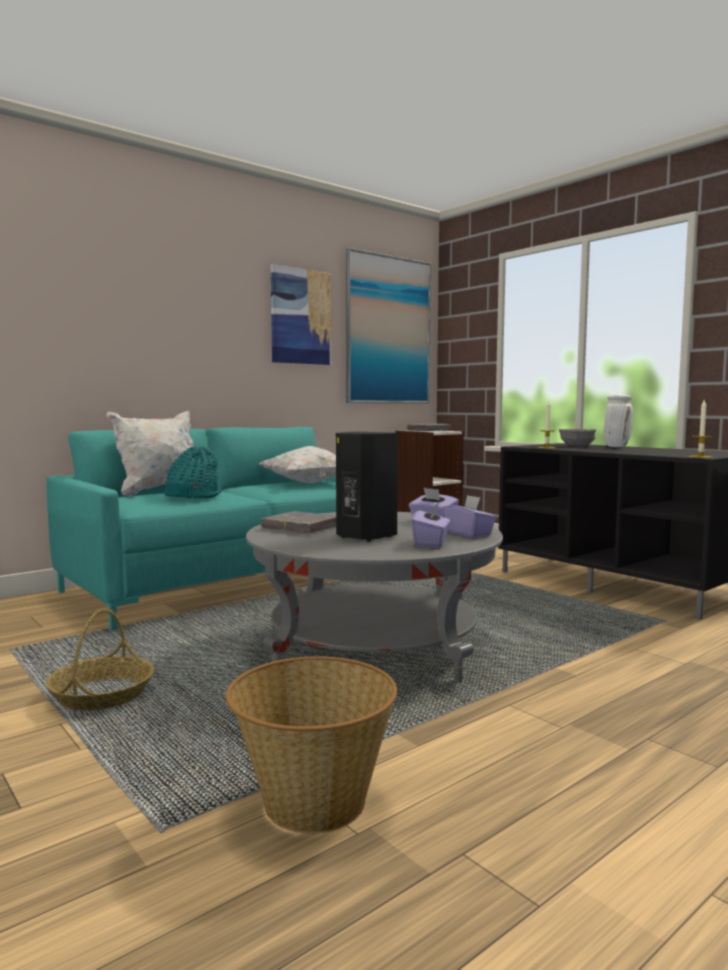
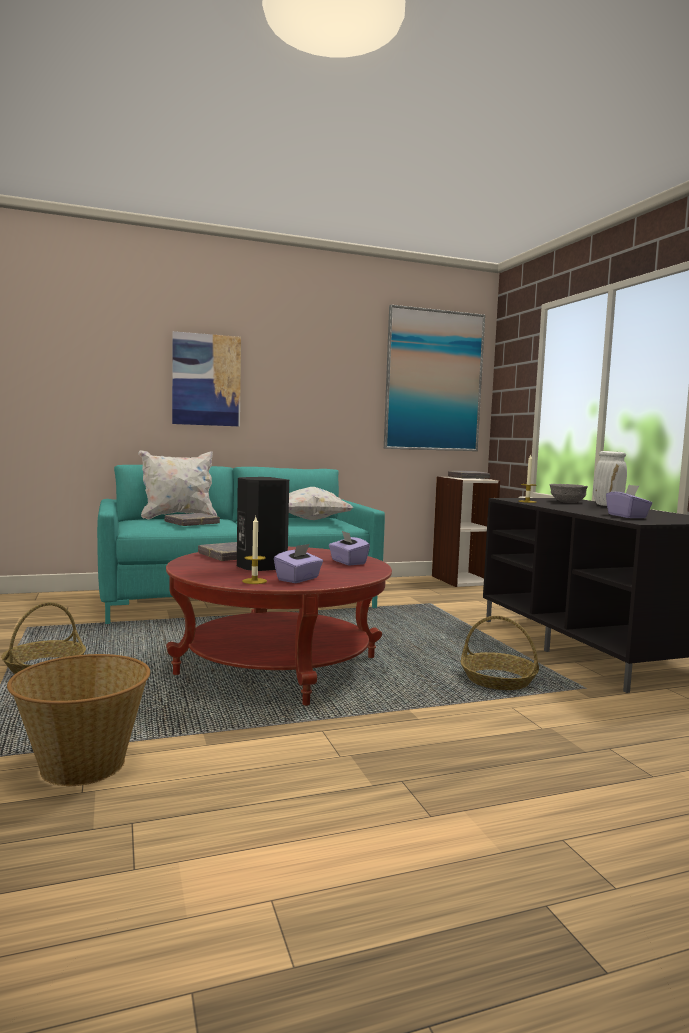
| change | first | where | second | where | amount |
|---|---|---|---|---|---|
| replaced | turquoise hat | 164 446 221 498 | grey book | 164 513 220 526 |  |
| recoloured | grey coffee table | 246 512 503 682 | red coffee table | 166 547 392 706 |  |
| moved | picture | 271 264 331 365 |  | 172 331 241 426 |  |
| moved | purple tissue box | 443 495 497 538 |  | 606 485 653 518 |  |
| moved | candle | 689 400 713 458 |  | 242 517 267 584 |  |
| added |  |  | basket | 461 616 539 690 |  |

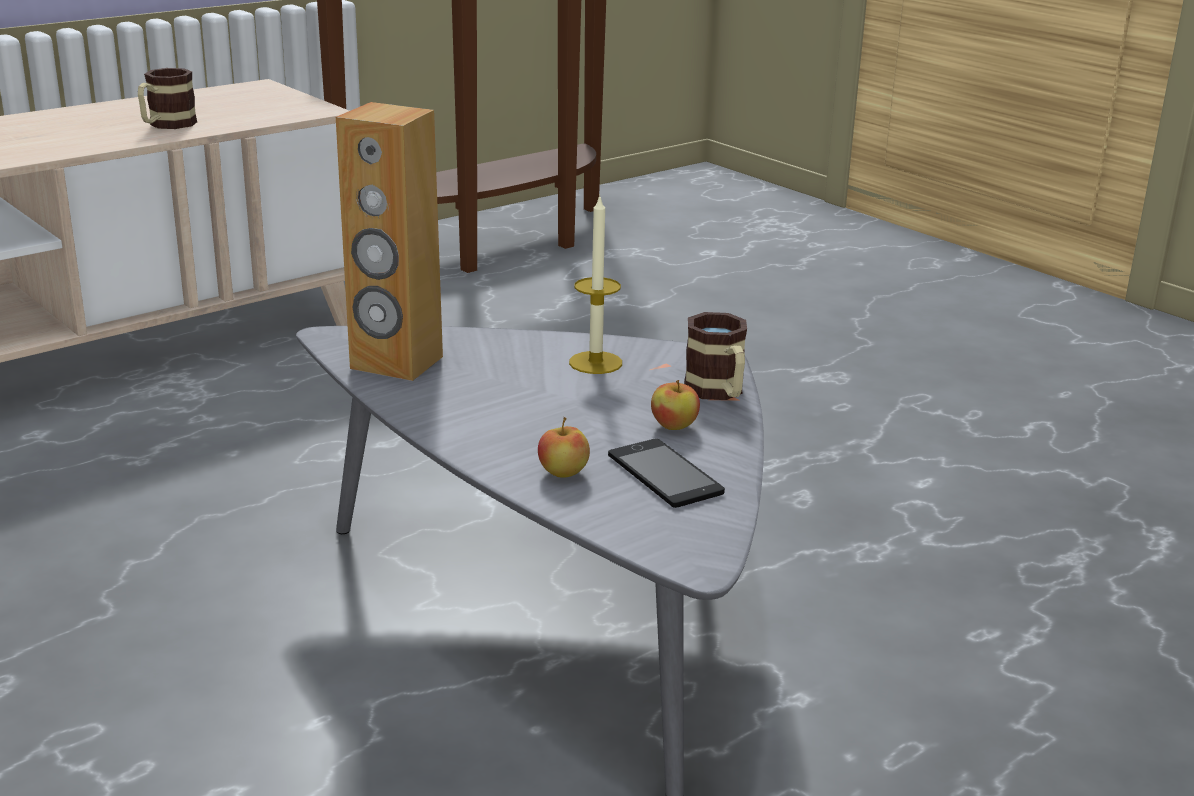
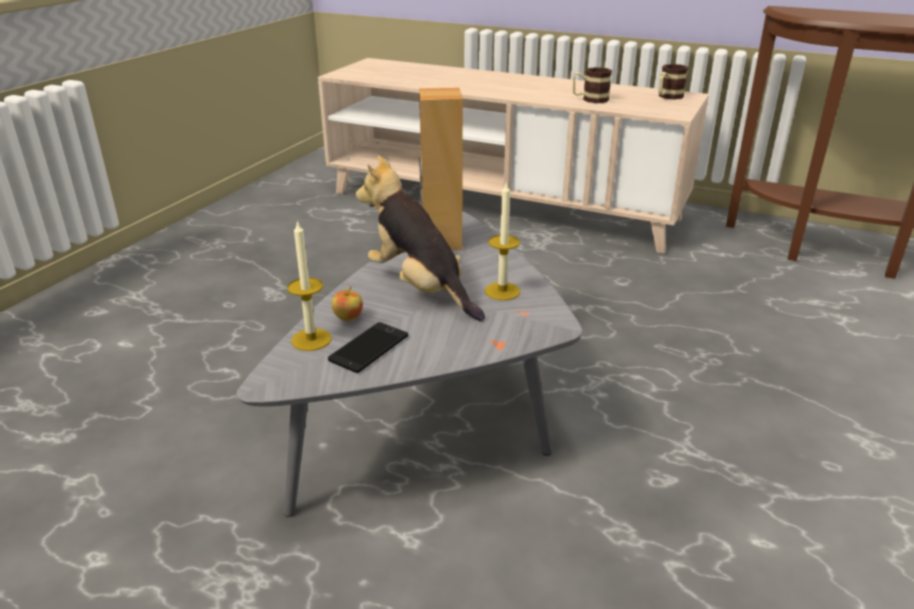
| change | first | where | second | where | amount |
|---|---|---|---|---|---|
| removed | apple | 651 380 700 430 |  |  |  |
| moved | mug | 684 312 747 400 |  | 659 64 688 100 |  |
| added |  |  | candle | 287 220 331 351 |  |
| added |  |  | plush toy | 356 155 485 321 |  |

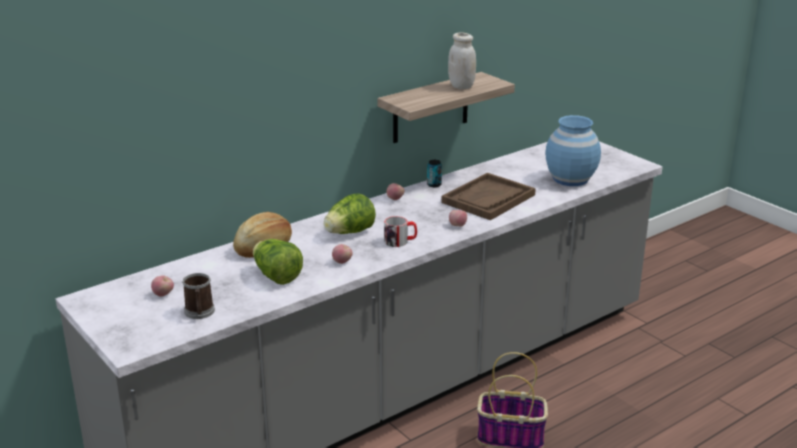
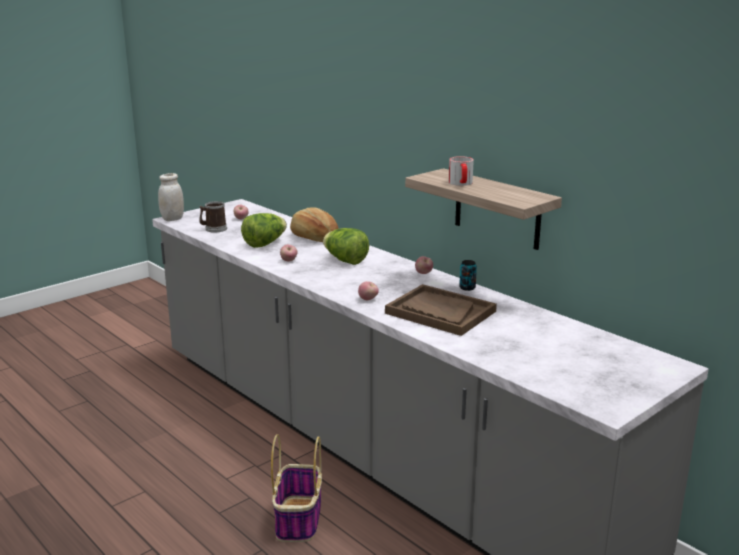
| change | first | where | second | where | amount |
|---|---|---|---|---|---|
| moved | mug | 384 216 417 247 |  | 449 156 474 186 |  |
| moved | white jar | 448 32 476 89 |  | 158 173 184 221 |  |
| removed | blue vase | 545 115 601 186 |  |  |  |

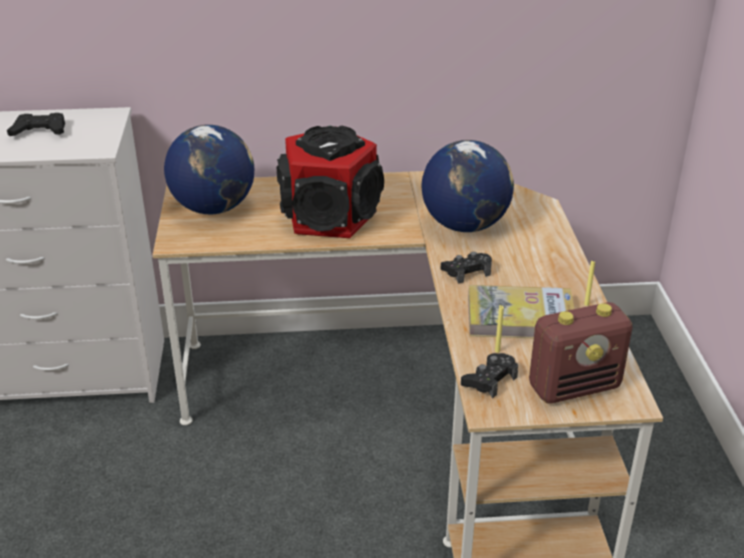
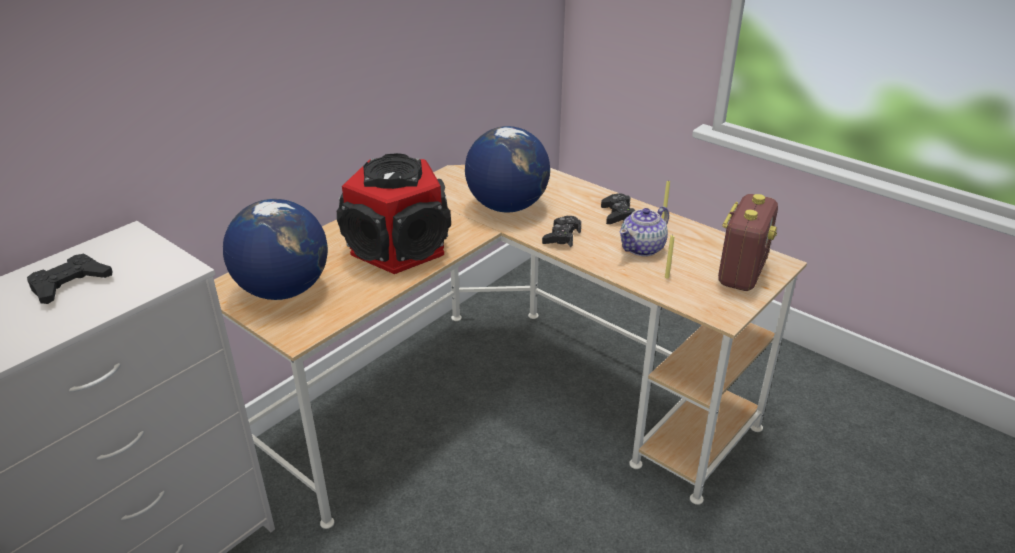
| change | first | where | second | where | amount |
|---|---|---|---|---|---|
| moved | black game controller | 461 353 518 398 |  | 601 193 635 224 |  |
| replaced | book | 468 285 574 338 | teapot | 620 206 669 256 |  |

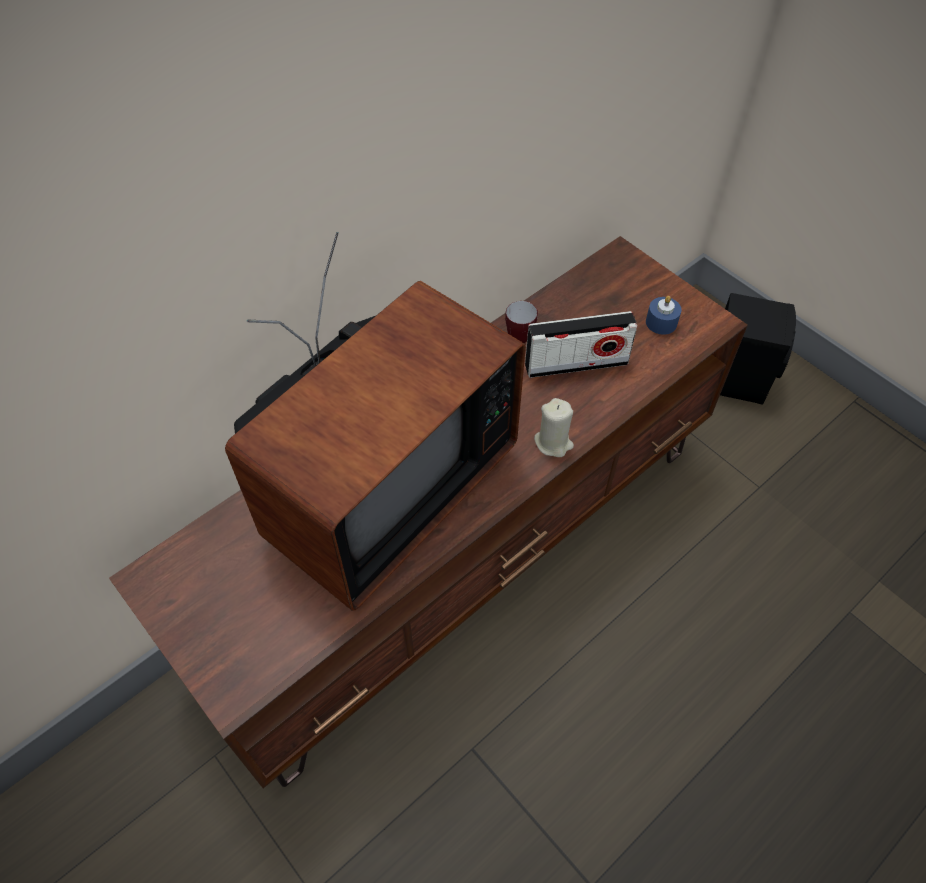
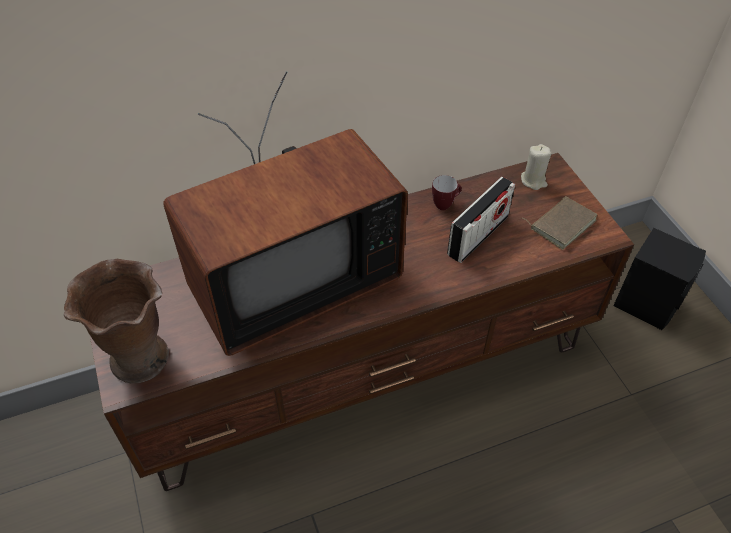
| change | first | where | second | where | amount |
|---|---|---|---|---|---|
| turned | radio | 525 311 637 378 |  | 447 177 515 263 | 60 degrees counterclockwise |
| moved | beige candle | 534 398 574 457 |  | 521 144 551 190 |  |
| replaced | blue candle | 646 296 682 335 | brown book | 522 196 597 250 |  |
| added |  |  | brown vase | 64 259 169 384 |  |

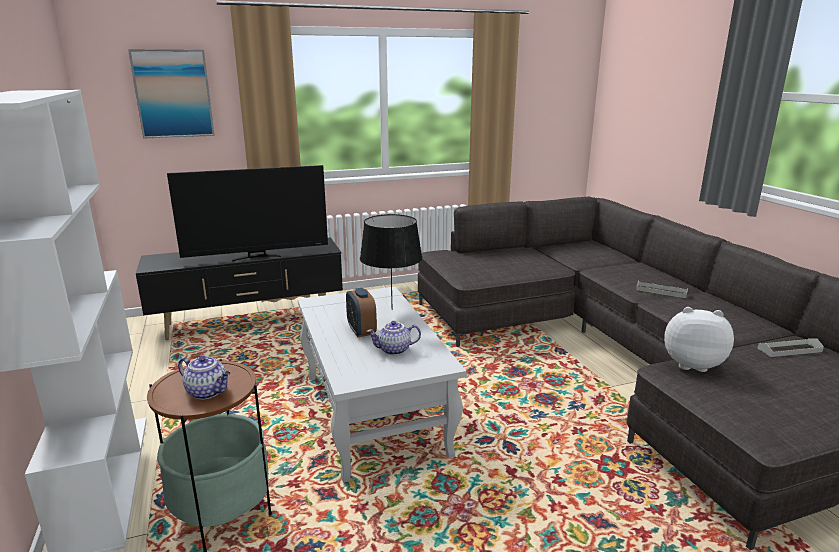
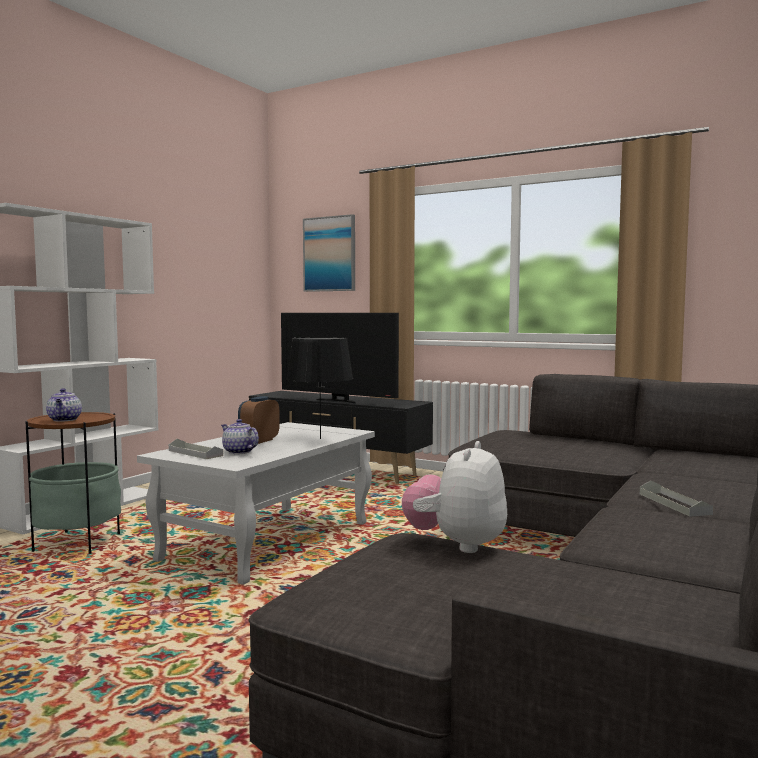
| change | first | where | second | where | amount |
|---|---|---|---|---|---|
| turned | plush toy | 664 307 734 372 |  | 402 441 507 553 | 135 degrees counterclockwise |
| moved | grey tray | 757 338 824 357 |  | 169 439 223 459 |  |

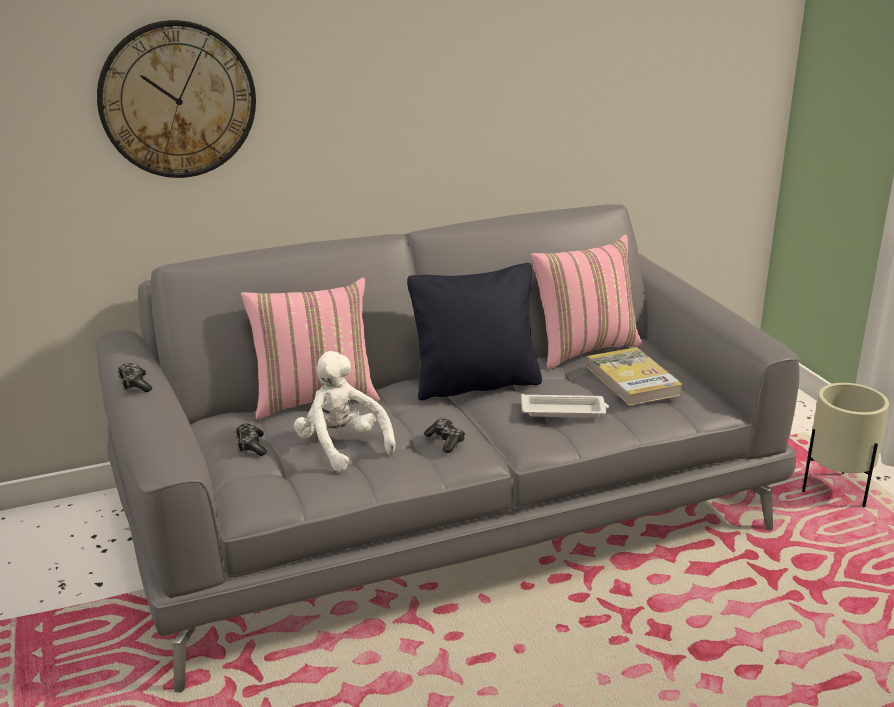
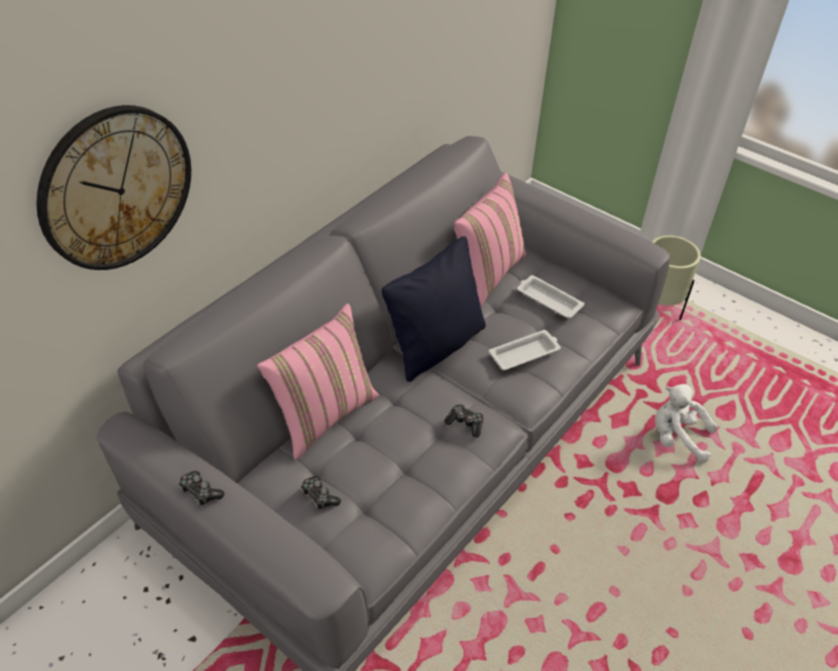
| change | first | where | second | where | amount |
|---|---|---|---|---|---|
| moved | white plush toy | 294 351 396 472 |  | 655 384 718 463 |  |
| replaced | book | 586 347 683 406 | white tray | 517 275 585 319 |  |

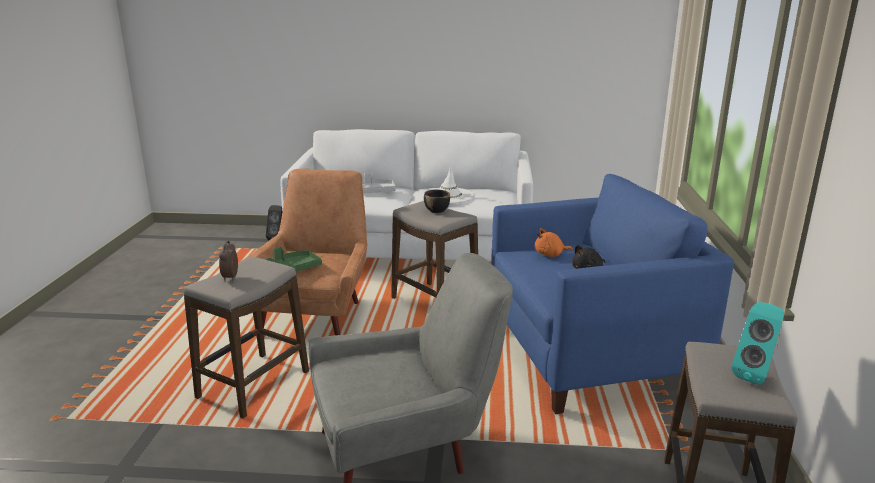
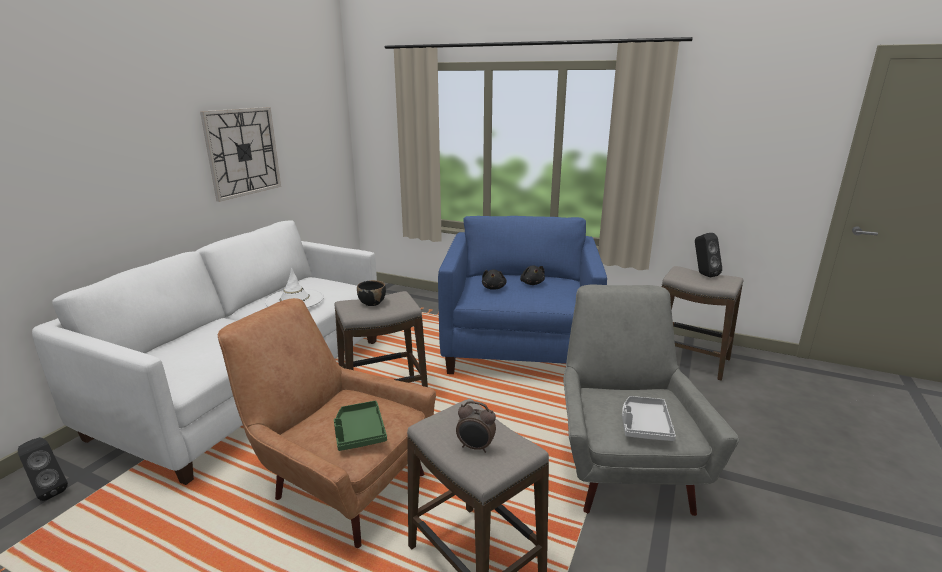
| change | first | where | second | where | amount |
|---|---|---|---|---|---|
| moved | grey tray | 362 173 396 193 |  | 622 396 676 441 |  |
| recoloured | orange plush toy | 535 228 573 257 | black plush toy | 482 270 507 290 |  |
| recoloured | turquoise speaker | 732 302 784 385 | black speaker | 695 233 722 278 |  |
| added |  |  | wall clock | 200 107 281 202 |  |

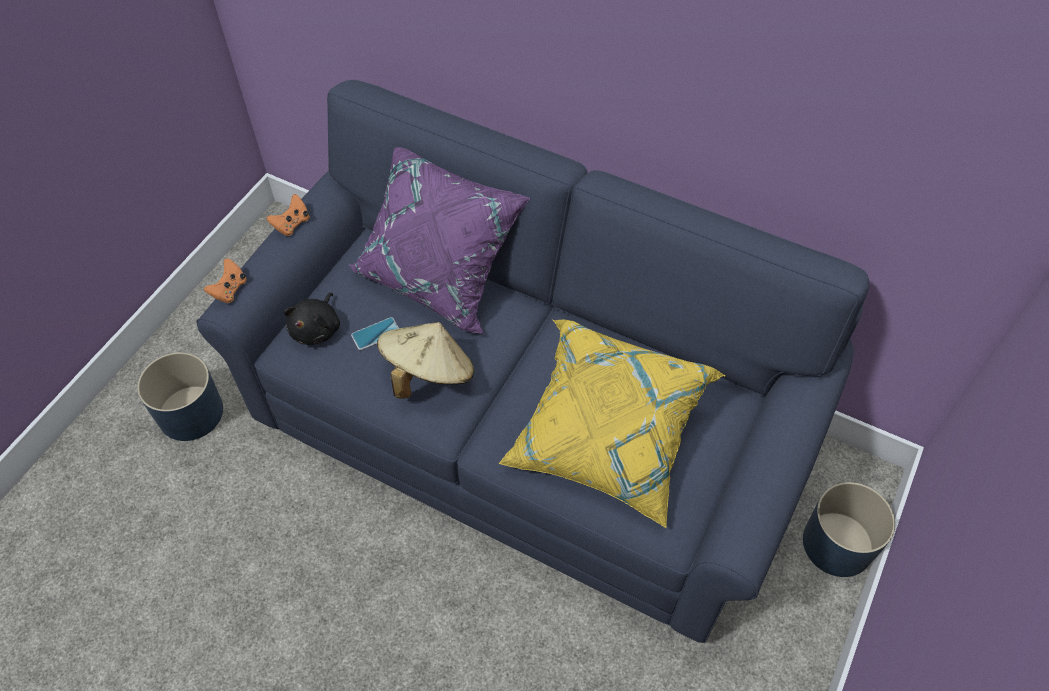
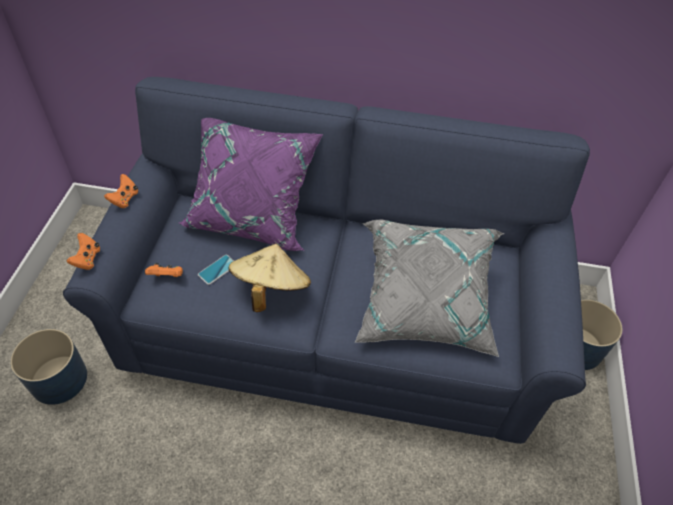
| change | first | where | second | where | amount |
|---|---|---|---|---|---|
| replaced | black plush toy | 284 292 340 345 | orange game controller | 145 263 183 277 |  |
| recoloured | yellow pillow | 499 320 726 528 | grey pillow | 355 219 504 357 |  |

